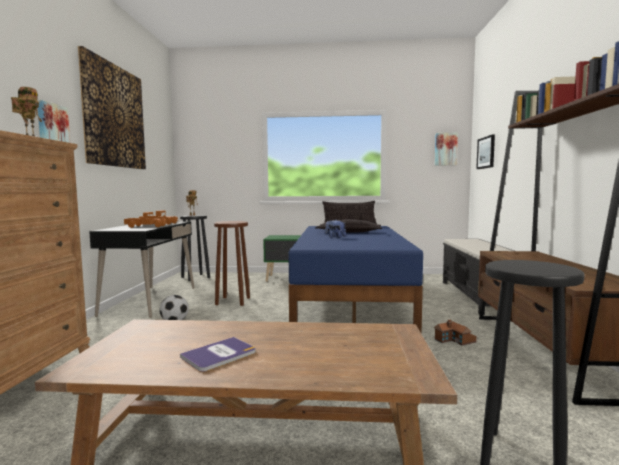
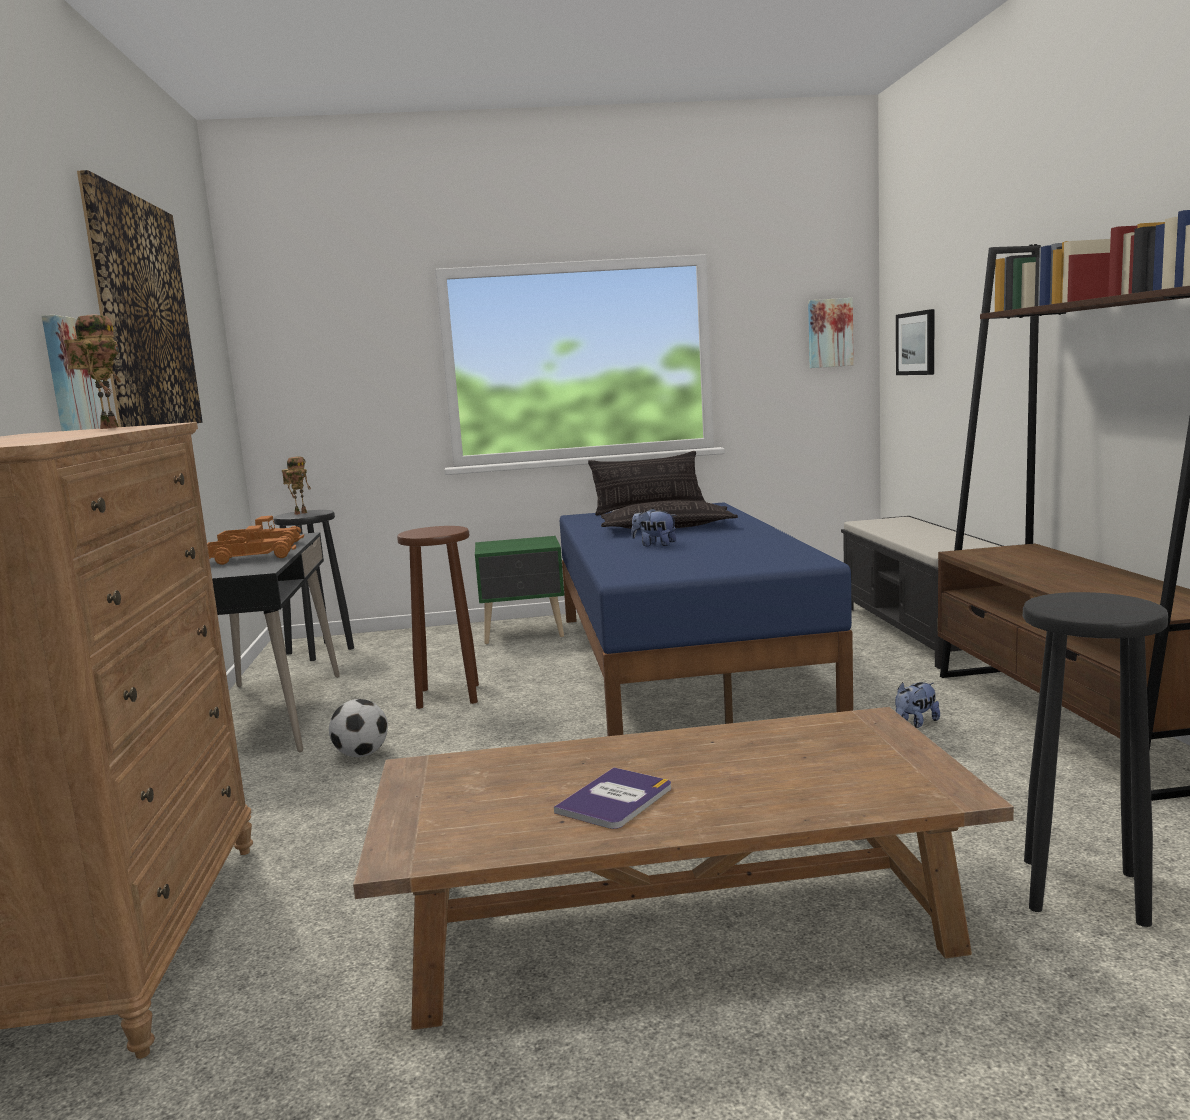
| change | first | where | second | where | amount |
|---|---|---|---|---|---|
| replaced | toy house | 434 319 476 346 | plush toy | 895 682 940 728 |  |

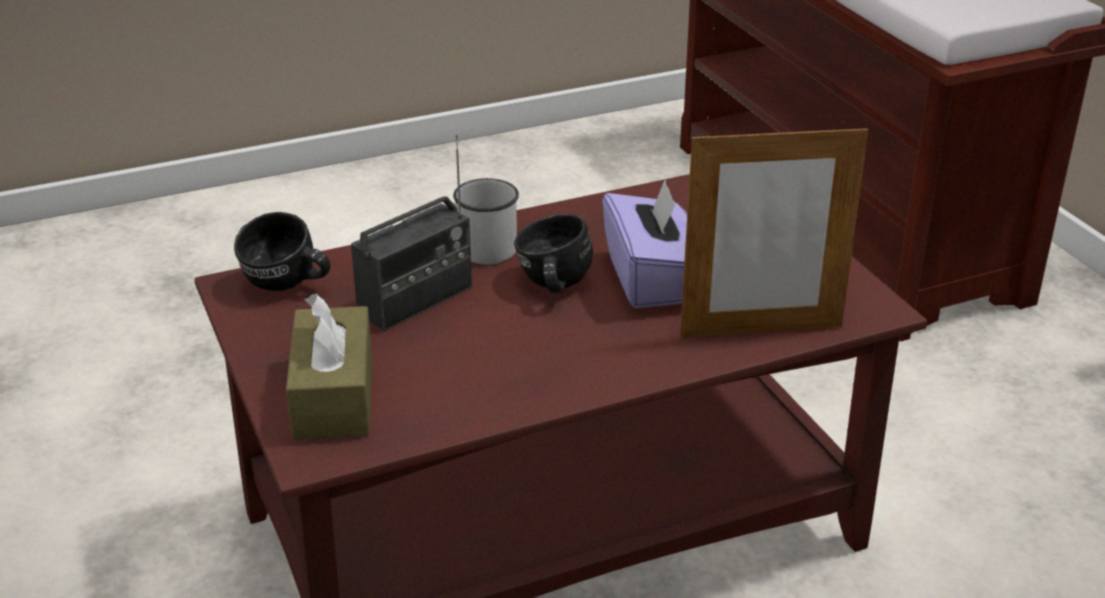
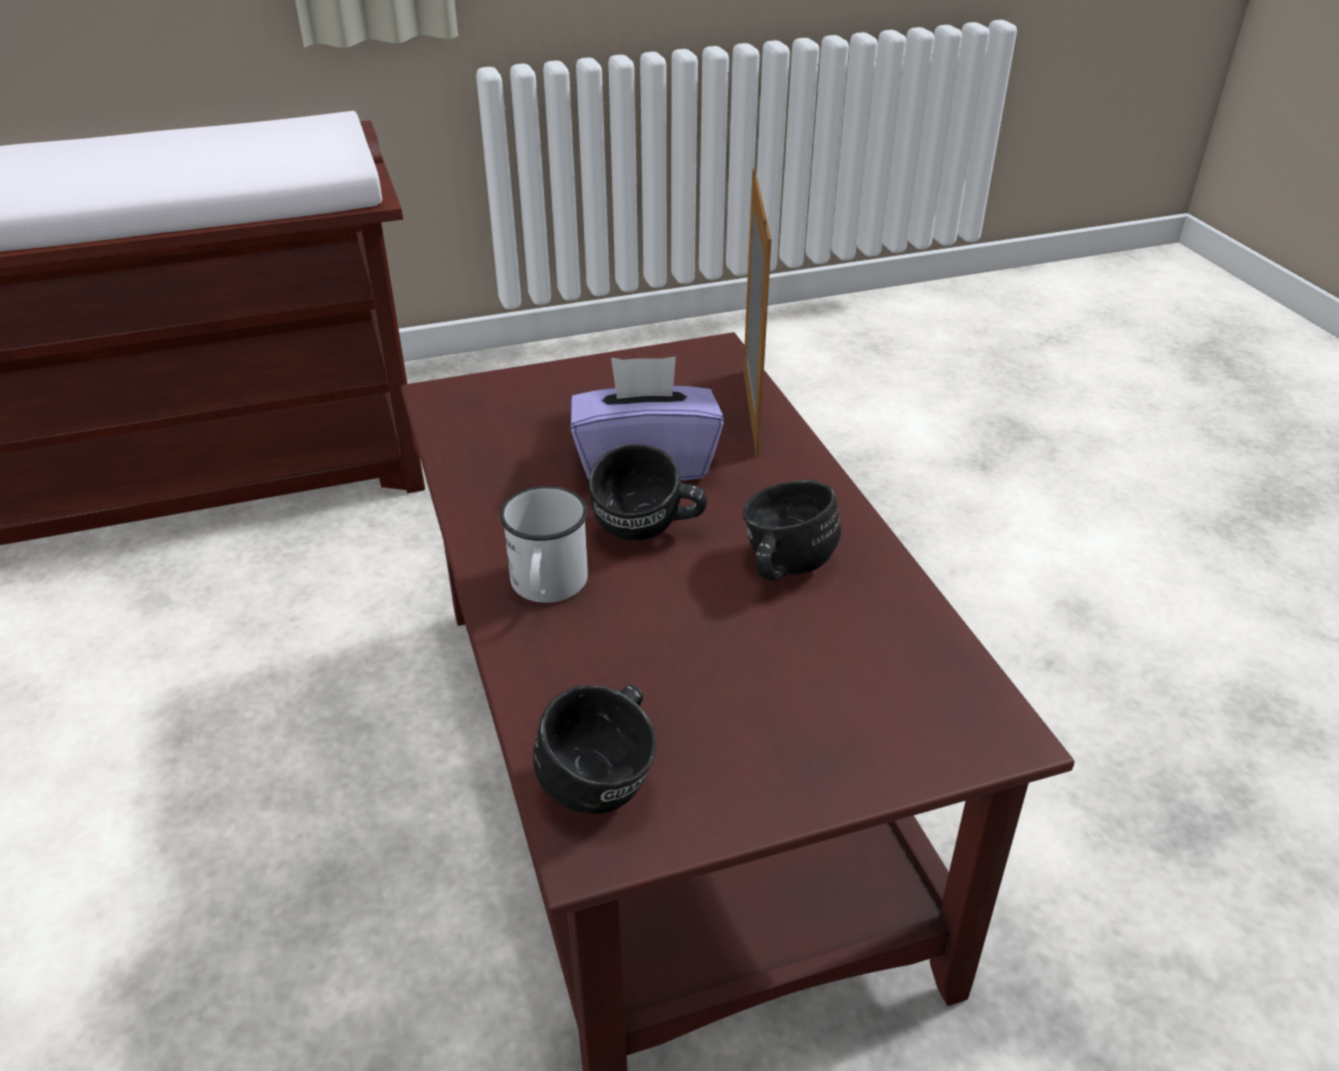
| change | first | where | second | where | amount |
|---|---|---|---|---|---|
| removed | brown tissue box | 286 294 372 440 |  |  |  |
| removed | radio | 351 134 472 331 |  |  |  |
| added |  |  | black mug | 743 480 841 581 |  |

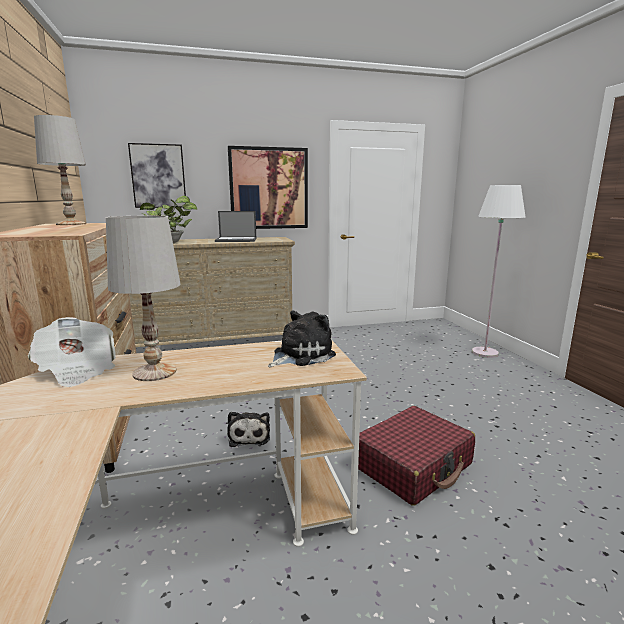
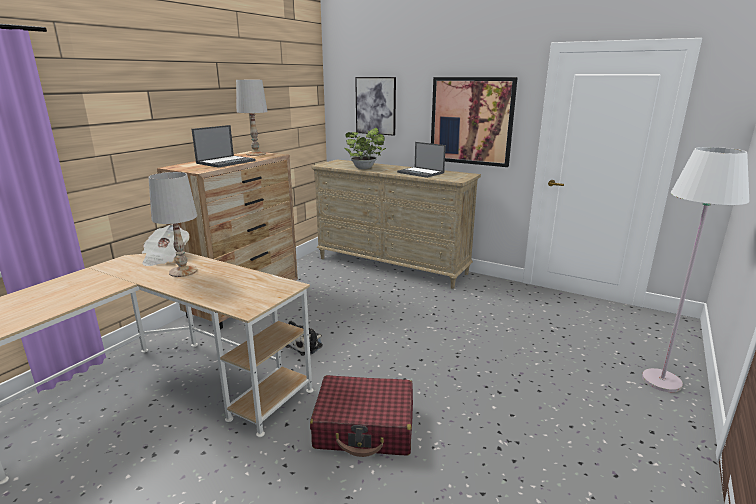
| change | first | where | second | where | amount |
|---|---|---|---|---|---|
| removed | plush toy | 268 311 336 368 |  |  |  |
| added |  |  | laptop | 192 125 256 168 |  |

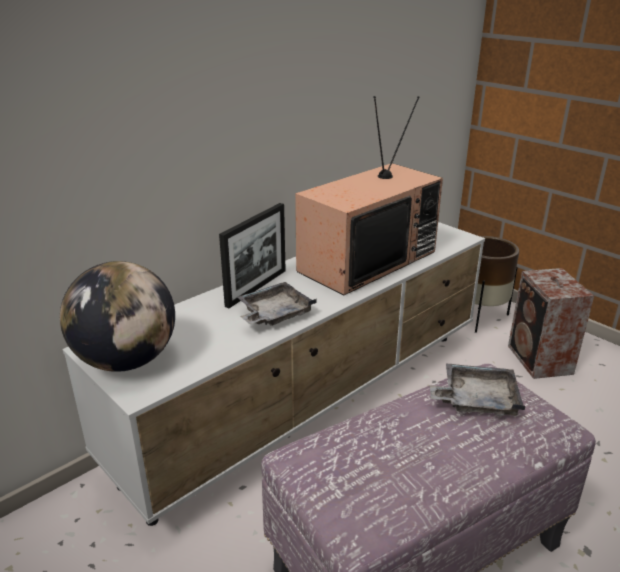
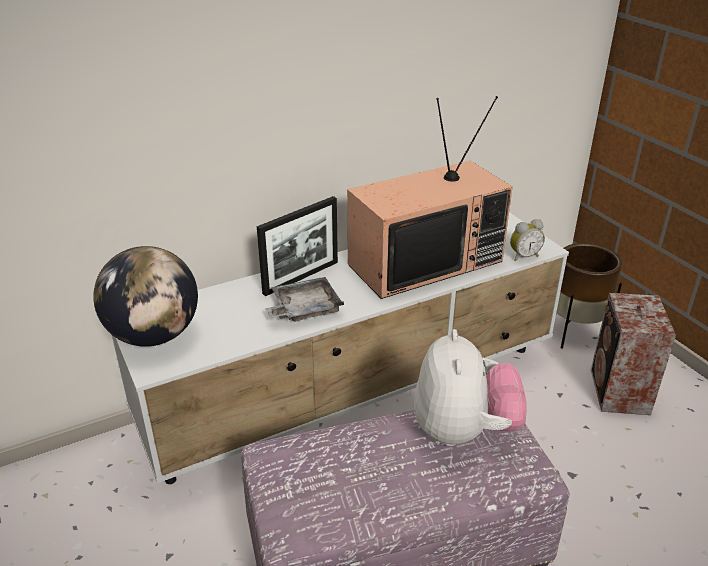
| change | first | where | second | where | amount |
|---|---|---|---|---|---|
| replaced | grey tray | 430 363 525 416 | plush toy | 414 329 527 446 |  |
| added |  |  | alarm clock | 510 219 545 261 |  |

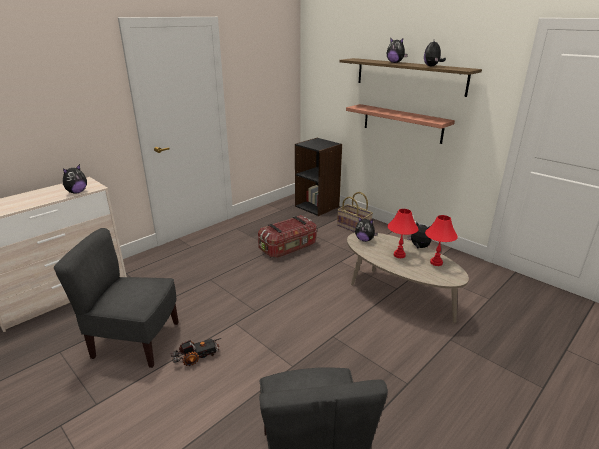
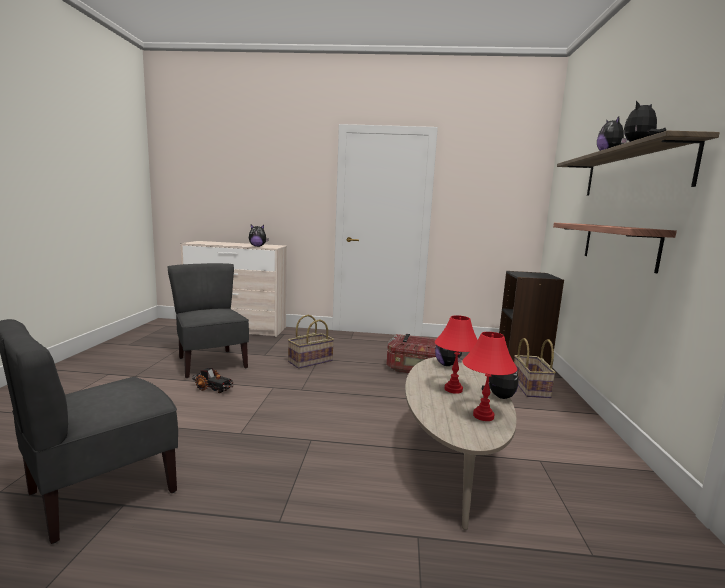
| change | first | where | second | where | amount |
|---|---|---|---|---|---|
| added |  |  | basket | 288 315 334 369 |  |

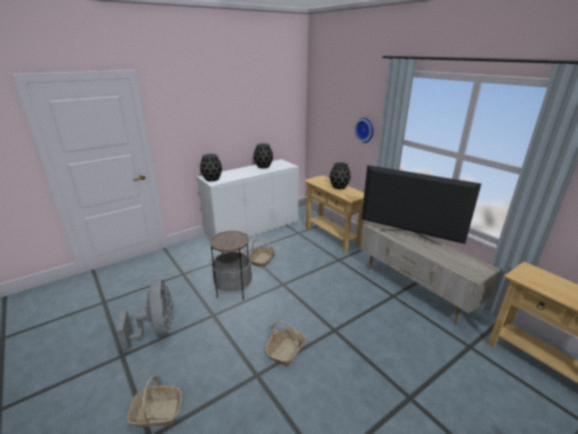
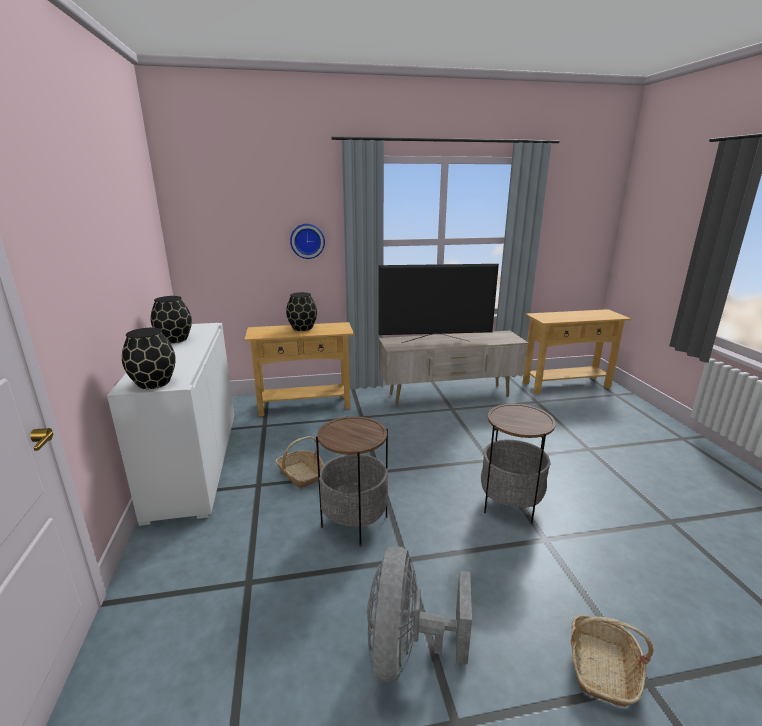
| change | first | where | second | where | amount |
|---|---|---|---|---|---|
| turned | grey fan | 117 280 173 354 |  | 367 546 472 682 | 90 degrees counterclockwise |
| replaced | basket | 266 321 306 367 | side table | 481 404 556 524 |  |
| turned | television | 362 165 481 246 |  | 378 264 499 343 | 150 degrees counterclockwise |

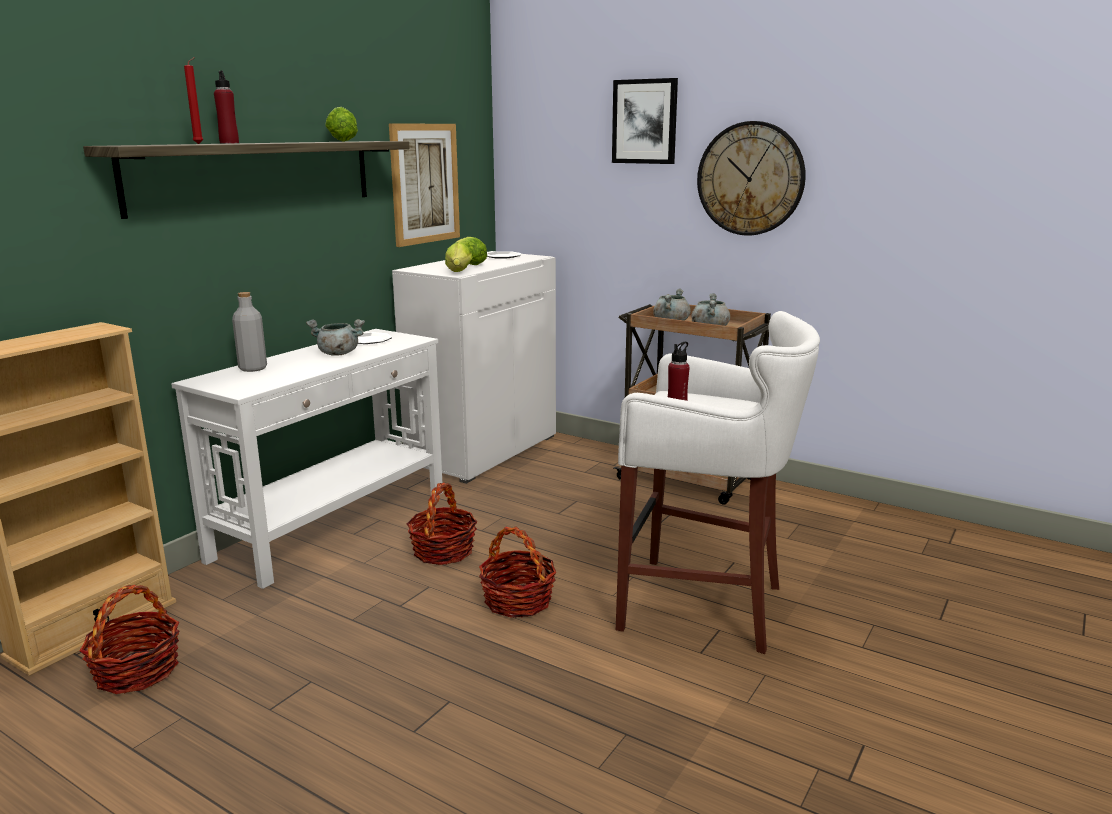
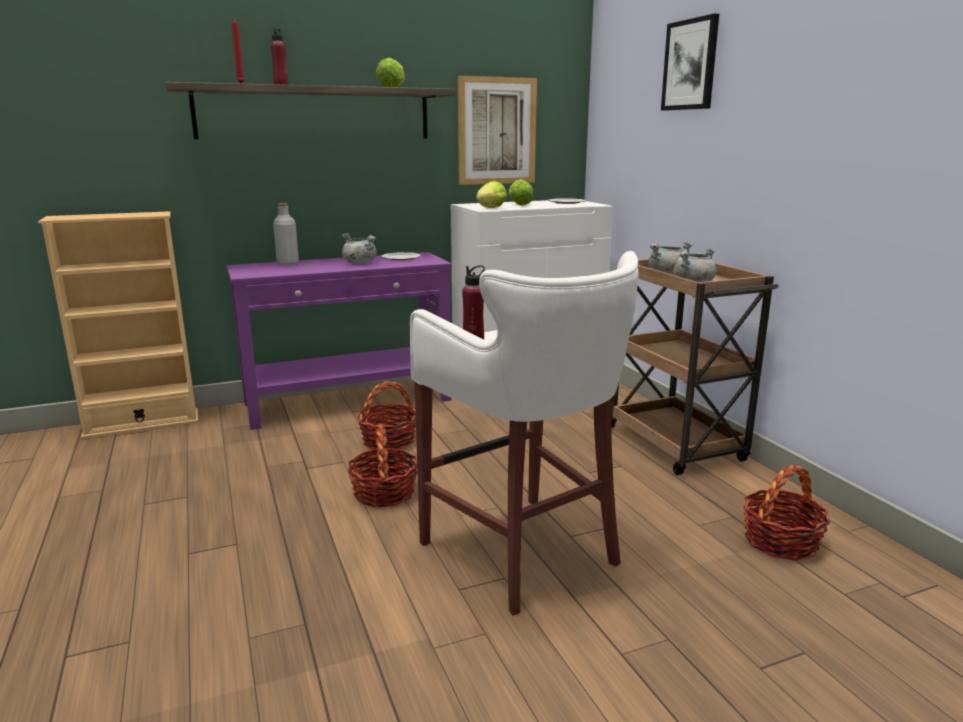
| change | first | where | second | where | amount |
|---|---|---|---|---|---|
| moved | basket | 79 585 179 694 |  | 743 464 830 561 |  |
| recoloured | white console table | 171 329 443 589 | purple console table | 227 252 452 430 |  |
| removed | wall clock | 697 121 806 235 |  |  |  |

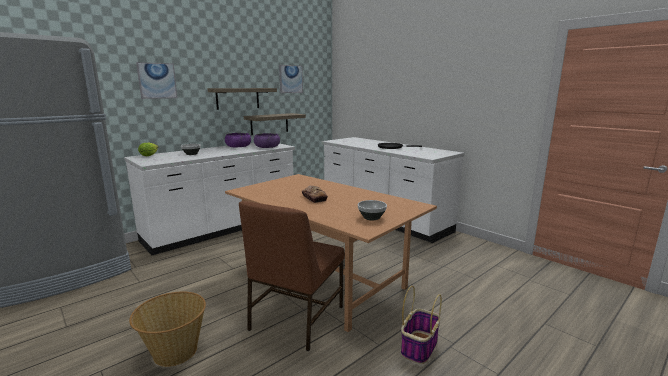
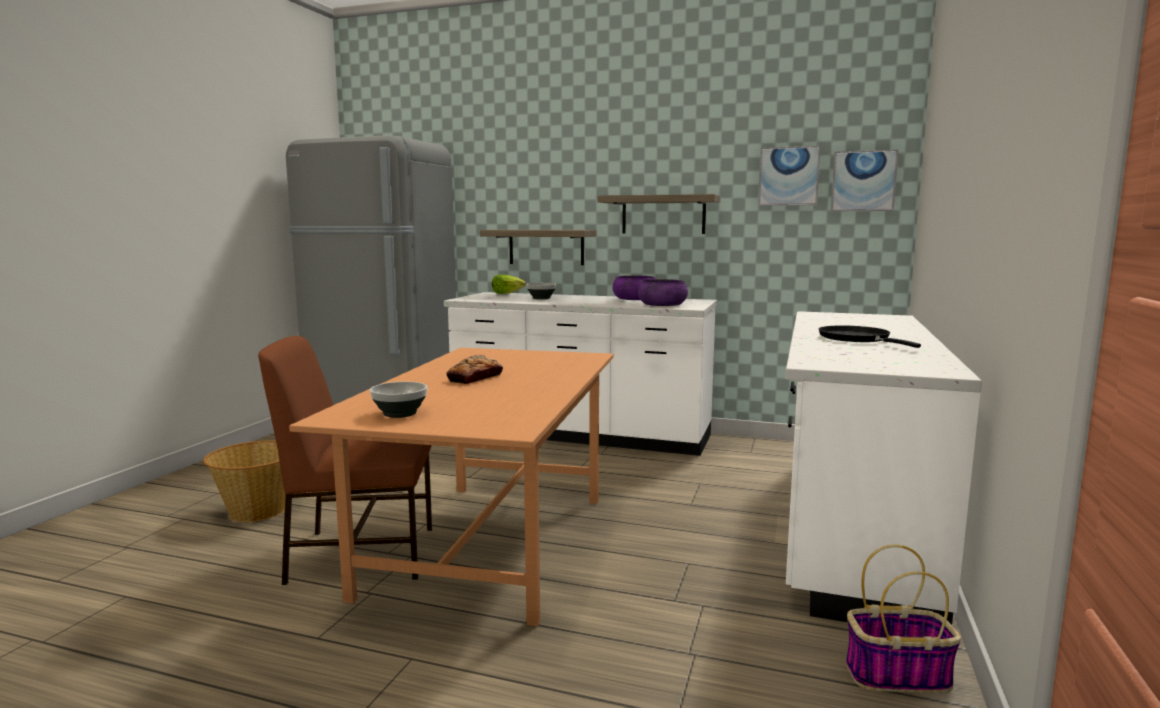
| change | first | where | second | where | amount |
|---|---|---|---|---|---|
| moved | picture | 136 62 177 99 |  | 831 150 898 211 |  |
| moved | shelf | 244 113 306 135 |  | 480 230 597 265 |  |
| moved | basket | 401 286 442 364 |  | 846 545 961 693 |  |

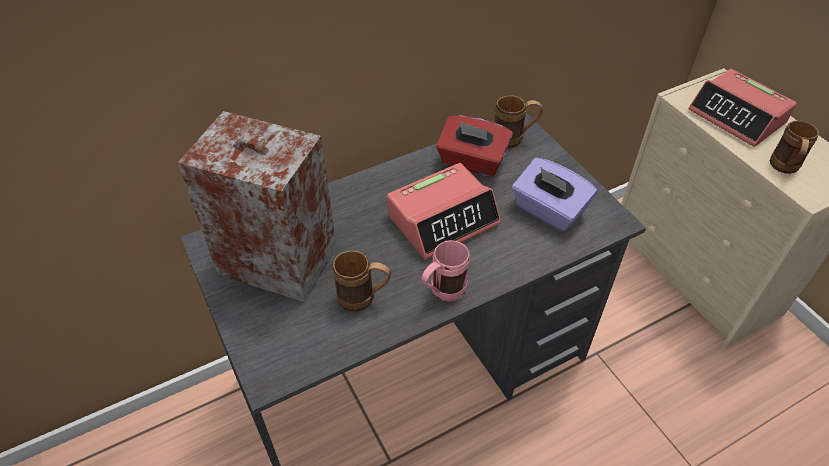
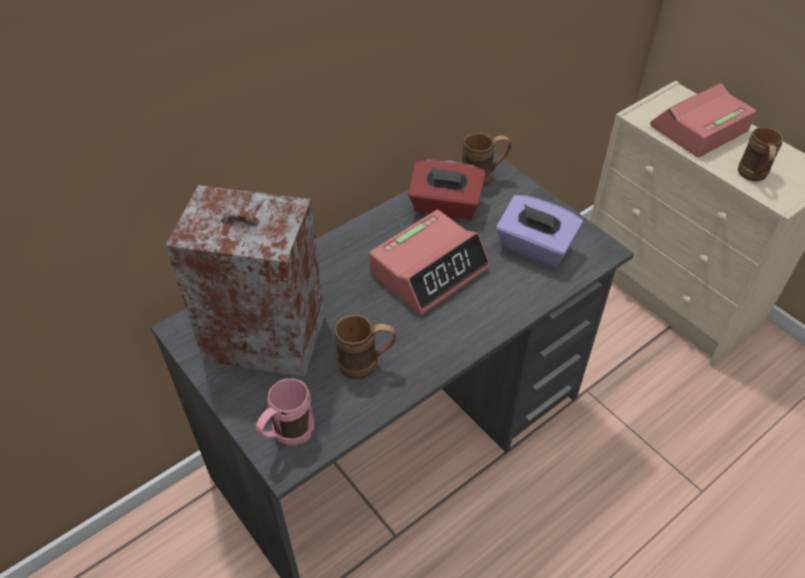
| change | first | where | second | where | amount |
|---|---|---|---|---|---|
| moved | pink mug | 421 240 470 302 |  | 256 378 314 446 |  |
| turned | alarm clock | 688 69 797 147 |  | 650 83 756 157 | 105 degrees clockwise |

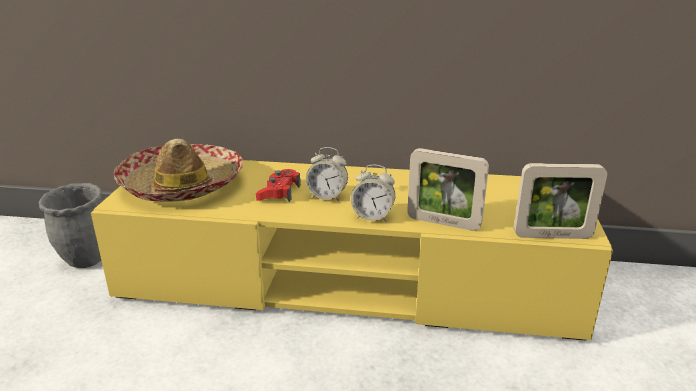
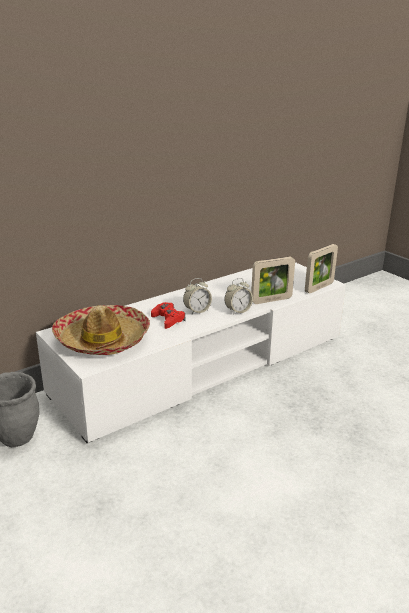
| change | first | where | second | where | amount |
|---|---|---|---|---|---|
| recoloured | yellow tv stand | 91 160 613 341 | white tv stand | 36 262 346 443 |  |

